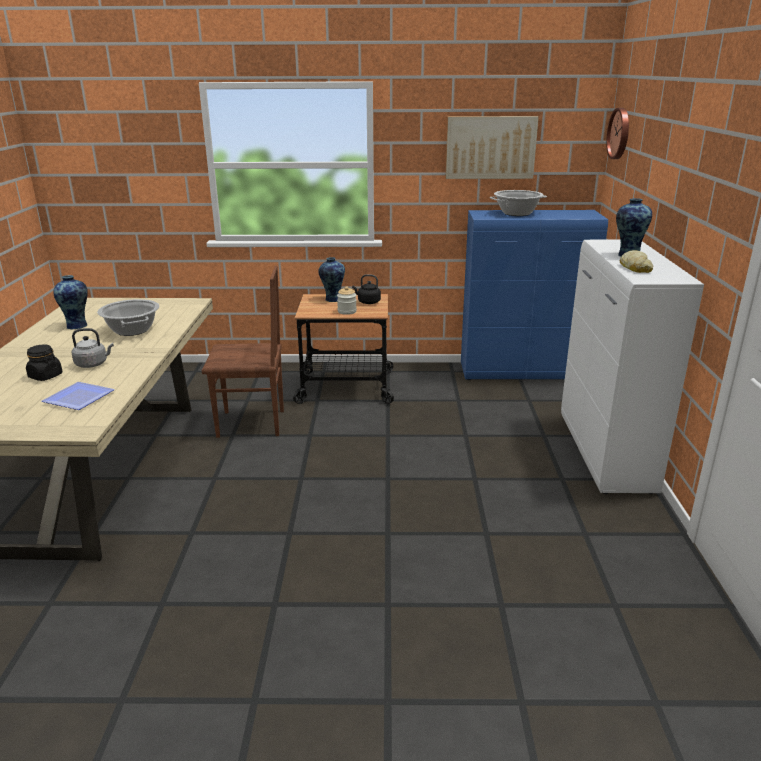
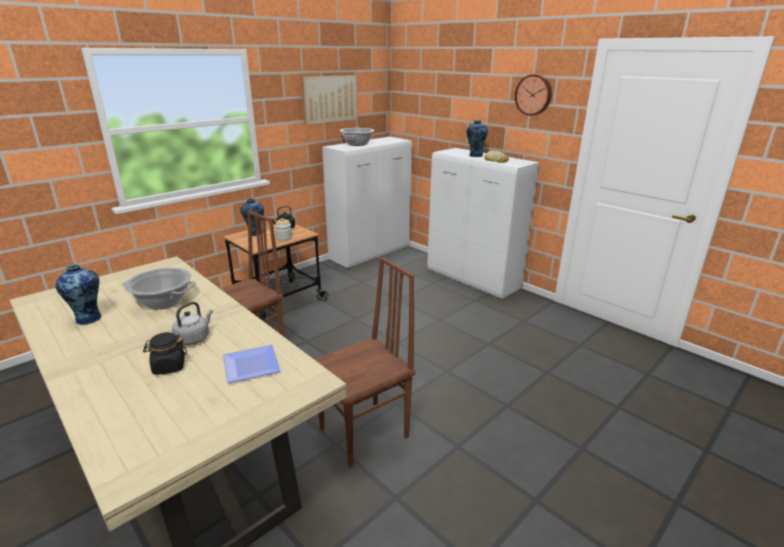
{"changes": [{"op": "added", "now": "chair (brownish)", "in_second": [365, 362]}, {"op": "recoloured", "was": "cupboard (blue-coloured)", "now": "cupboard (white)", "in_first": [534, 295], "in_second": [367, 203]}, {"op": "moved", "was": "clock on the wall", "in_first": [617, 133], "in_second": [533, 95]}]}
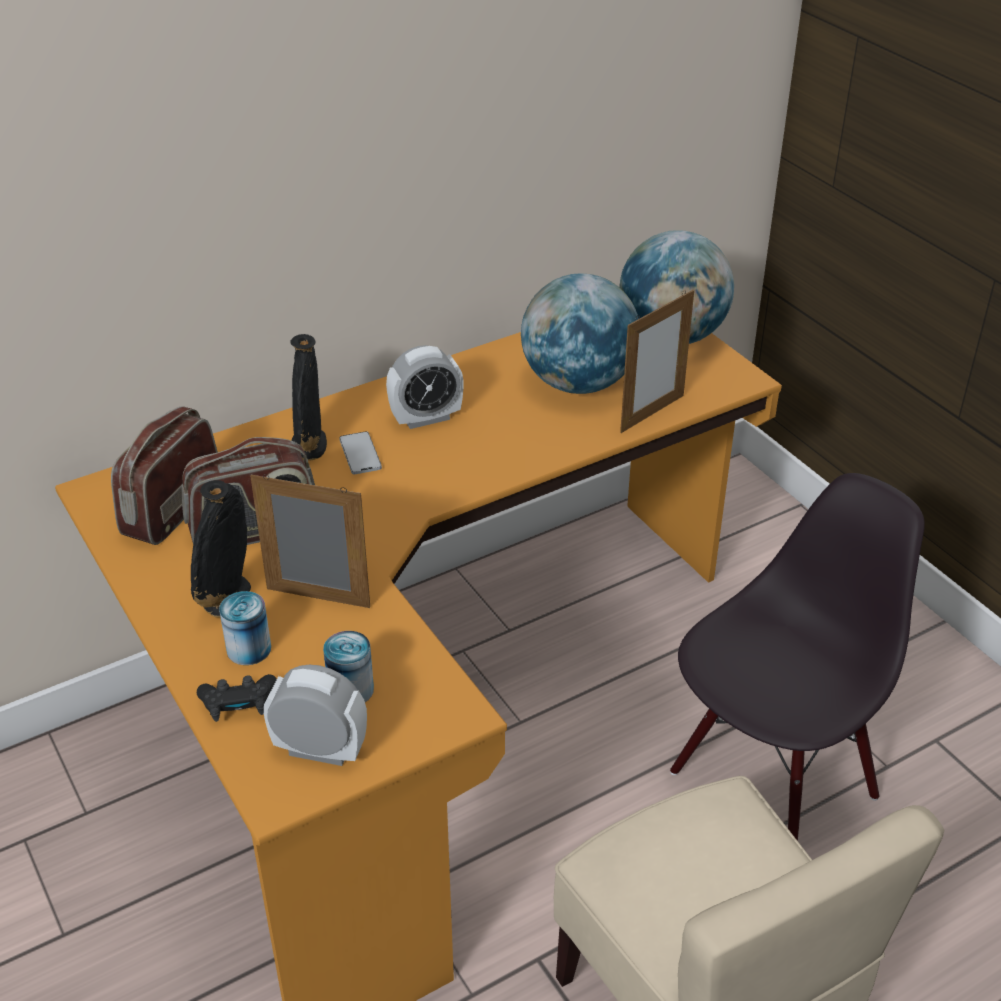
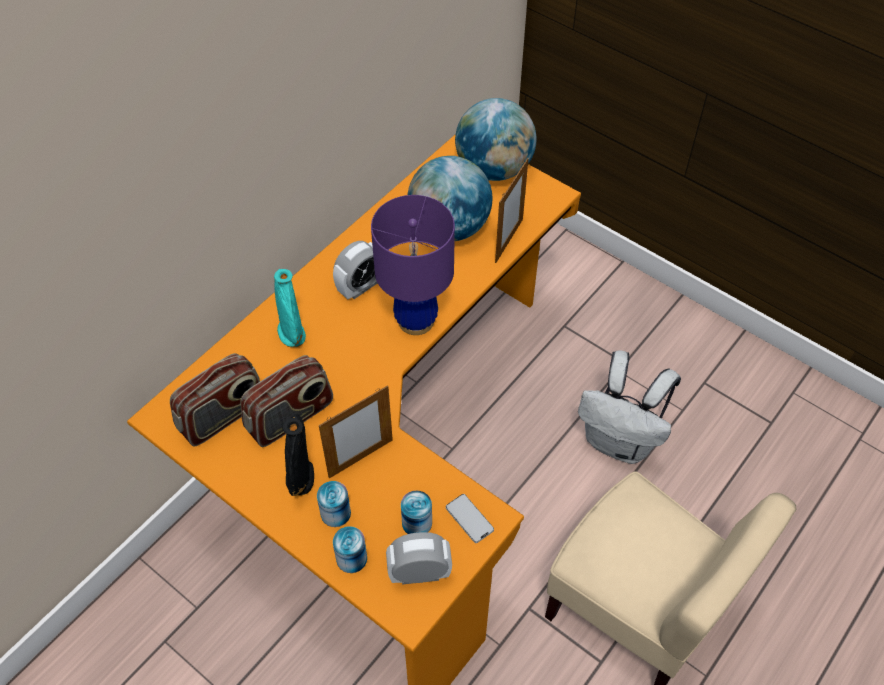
{"changes": [{"op": "turned", "was": "radio receiver", "in_first": [164, 475], "in_second": [215, 400], "clockwise": -135}, {"op": "recoloured", "was": "flower vase (black)", "now": "flower vase (turquoise-coloured)", "in_first": [309, 397], "in_second": [290, 308]}, {"op": "turned", "was": "picture frame", "in_first": [310, 541], "in_second": [356, 432], "clockwise": 150}, {"op": "replaced", "was": "joypad (black)", "now": "sealed can", "in_first": [237, 698], "in_second": [350, 549]}, {"op": "added", "now": "lamp for a table (purple)", "in_second": [413, 265]}, {"op": "moved", "was": "telephone", "in_first": [360, 452], "in_second": [470, 518]}, {"op": "replaced", "was": "chair (black)", "now": "backpack (white)", "in_first": [797, 657], "in_second": [629, 407]}]}
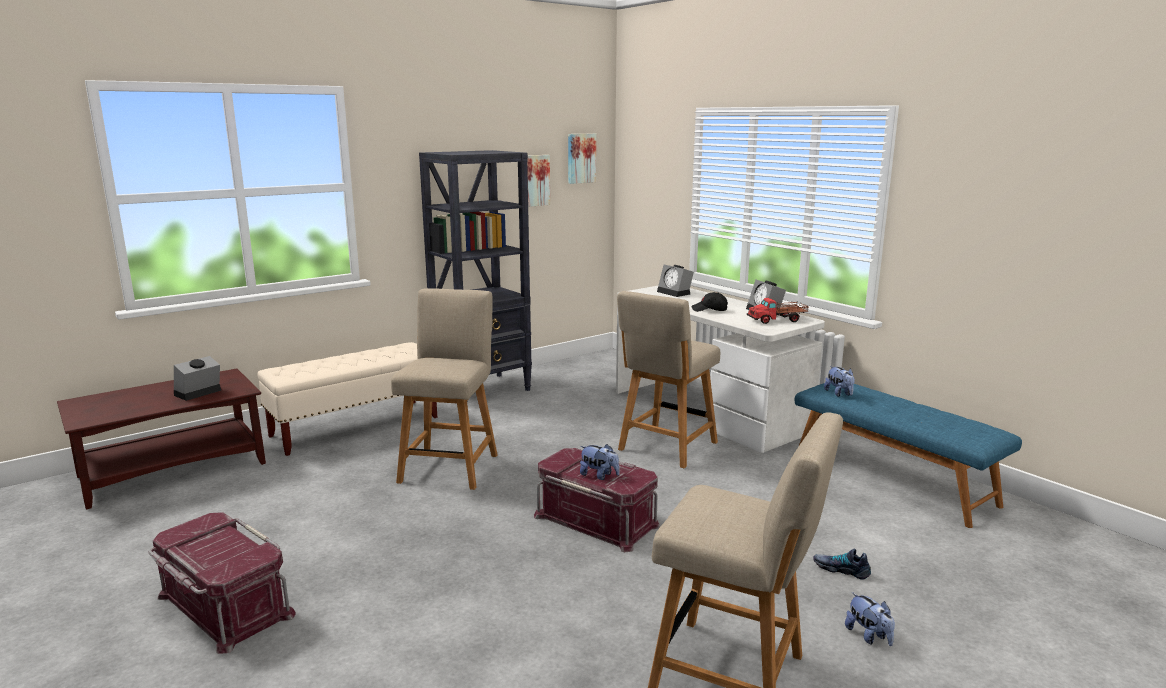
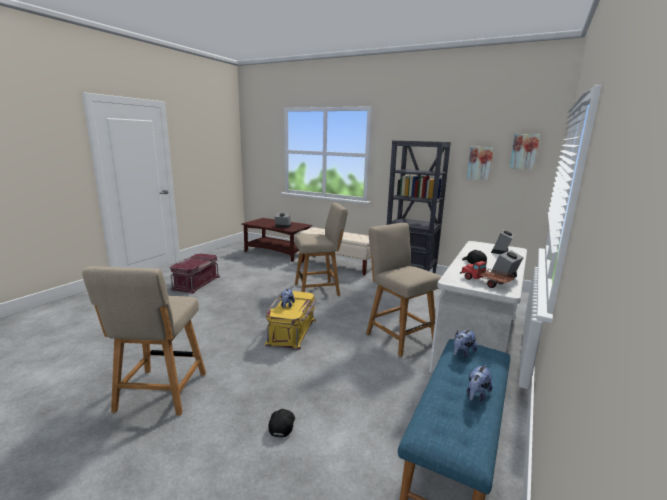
{"changes": [{"op": "recoloured", "was": "storage container (red-coloured)", "now": "storage container (yellow-coloured)", "in_first": [597, 500], "in_second": [290, 321]}, {"op": "replaced", "was": "shoe", "now": "cap (black)", "in_first": [842, 564], "in_second": [281, 423]}, {"op": "turned", "was": "chair (beige-coloured)", "in_first": [668, 379], "in_second": [403, 290], "clockwise": 45}, {"op": "moved", "was": "soft toy", "in_first": [870, 619], "in_second": [479, 383]}]}
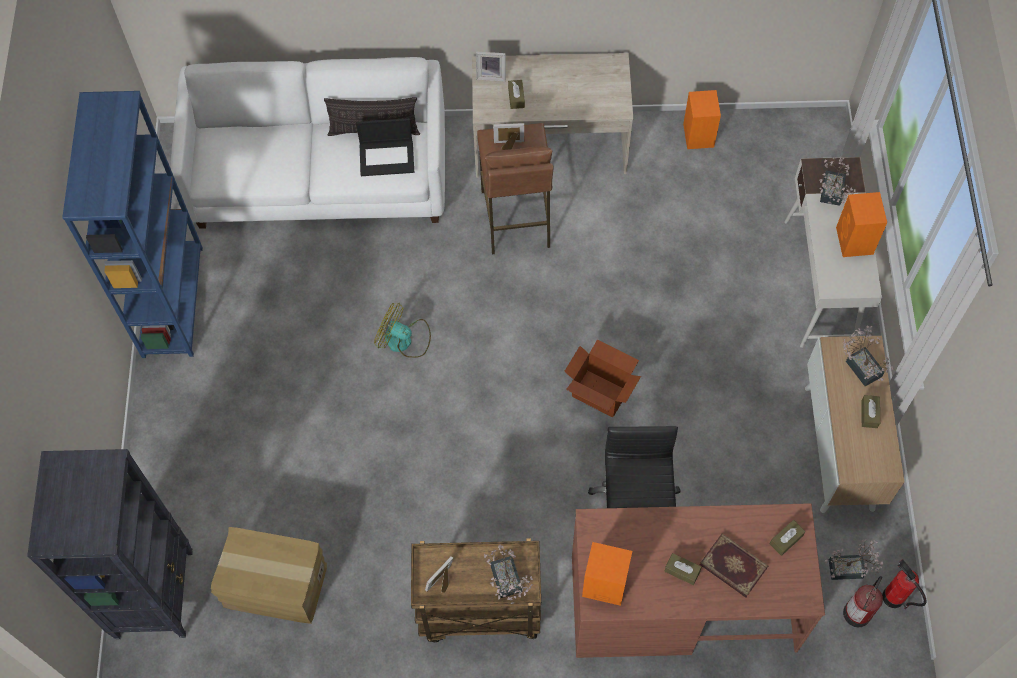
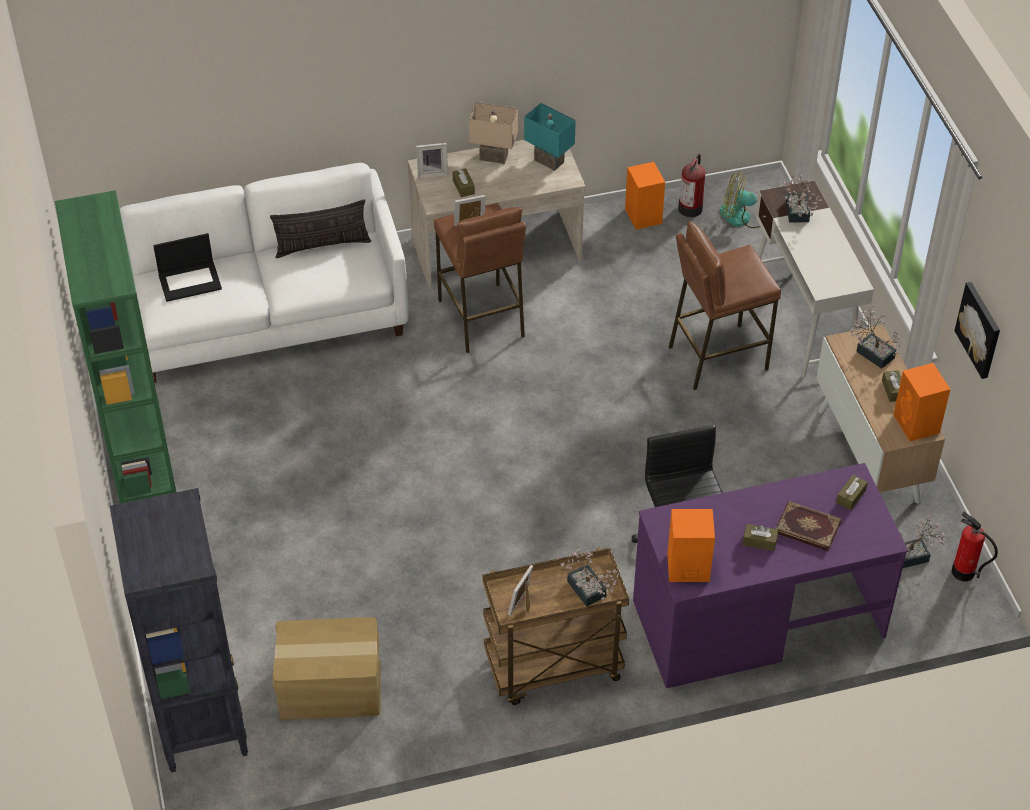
{"changes": [{"op": "recoloured", "was": "shelving unit (blue-coloured)", "now": "shelving unit (greenish)", "in_first": [132, 224], "in_second": [115, 347]}, {"op": "moved", "was": "laptop", "in_first": [385, 147], "in_second": [187, 267]}, {"op": "added", "now": "lamp for a table (beige-coloured)", "in_second": [493, 133]}, {"op": "added", "now": "lamp for a table (turquoise-coloured)", "in_second": [550, 137]}, {"op": "recoloured", "was": "desk unit (brownish)", "now": "desk unit (purple)", "in_first": [698, 580], "in_second": [770, 575]}, {"op": "added", "now": "sitting stool (brownish)", "in_second": [725, 305]}, {"op": "moved", "was": "fire extinguisher", "in_first": [863, 601], "in_second": [691, 185]}, {"op": "moved", "was": "cooling fan", "in_first": [402, 330], "in_second": [740, 200]}, {"op": "moved", "was": "audio speaker (orange)", "in_first": [861, 224], "in_second": [922, 402]}, {"op": "added", "now": "picture", "in_second": [977, 330]}, {"op": "removed", "was": "carton", "in_first": [602, 378]}]}
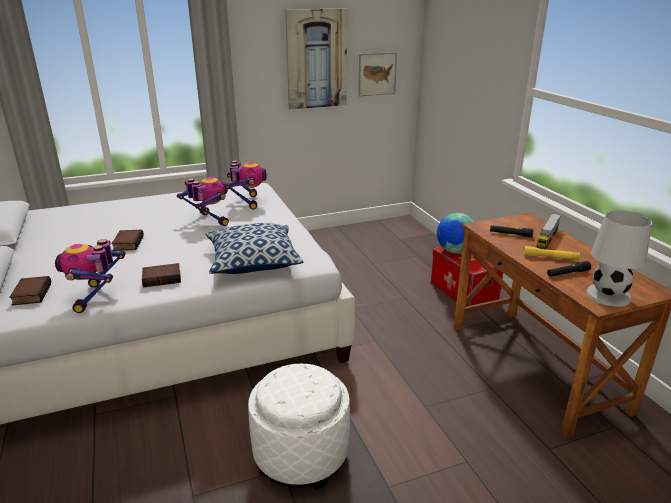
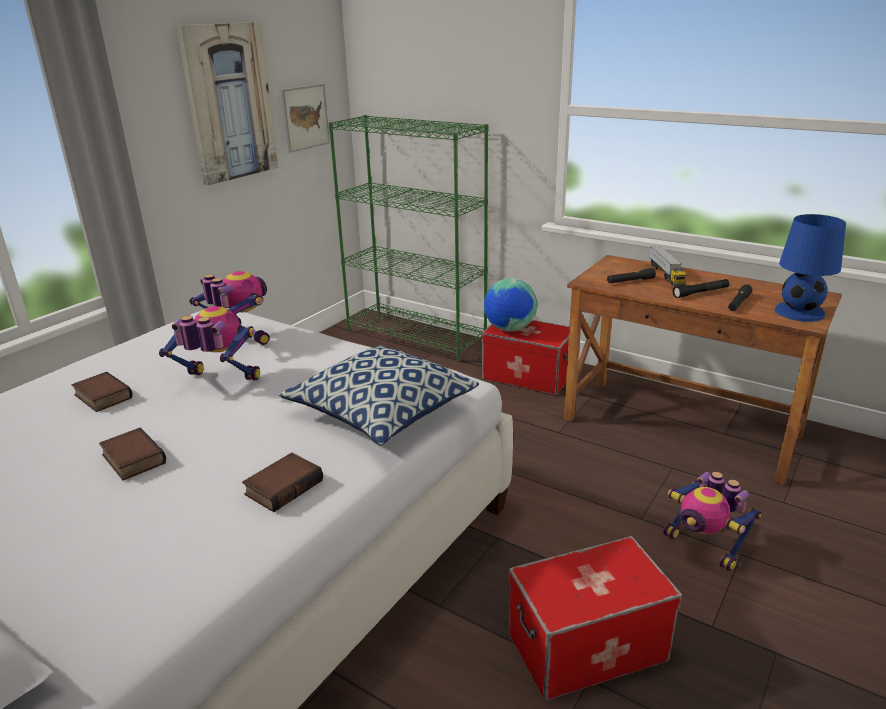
{"changes": [{"op": "moved", "was": "volume", "in_first": [30, 290], "in_second": [102, 392]}, {"op": "added", "now": "shelving unit (greenish)", "in_second": [408, 238]}, {"op": "replaced", "was": "footrest (white)", "now": "storage container", "in_first": [299, 426], "in_second": [595, 618]}, {"op": "moved", "was": "model robot", "in_first": [90, 276], "in_second": [712, 521]}, {"op": "recoloured", "was": "flashlight (yellow-coloured)", "now": "flashlight (black)", "in_first": [552, 253], "in_second": [701, 288]}, {"op": "recoloured", "was": "lamp for a table (white)", "now": "lamp for a table (blue-coloured)", "in_first": [619, 258], "in_second": [810, 268]}]}
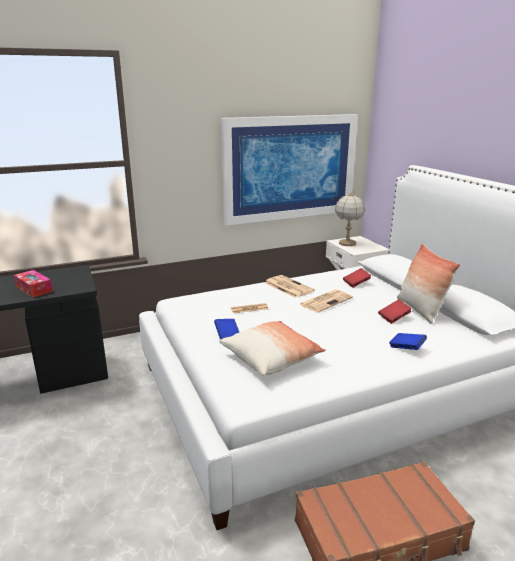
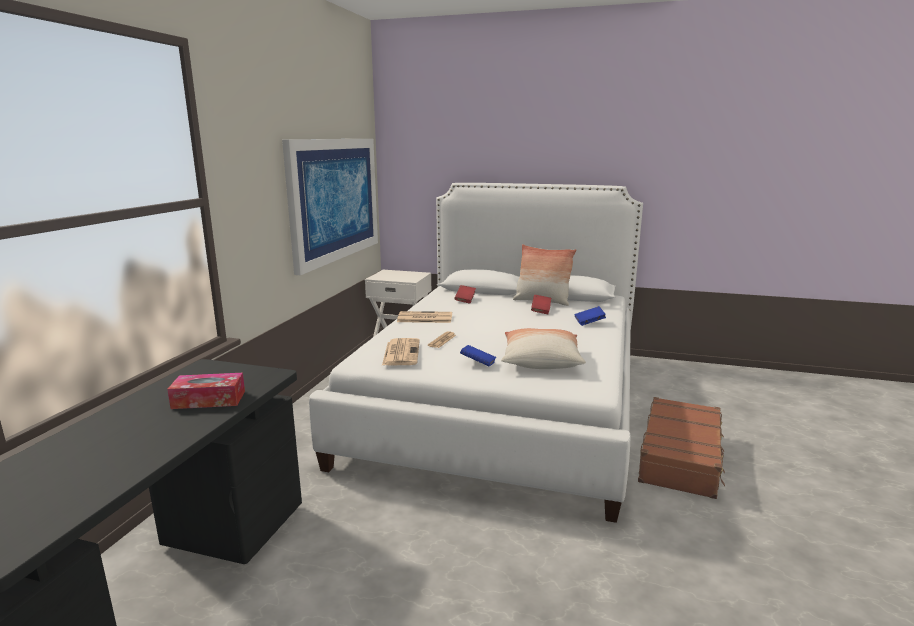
{"changes": [{"op": "moved", "was": "printed paper", "in_first": [326, 301], "in_second": [401, 351]}, {"op": "removed", "was": "lamp for a table", "in_first": [350, 219]}]}
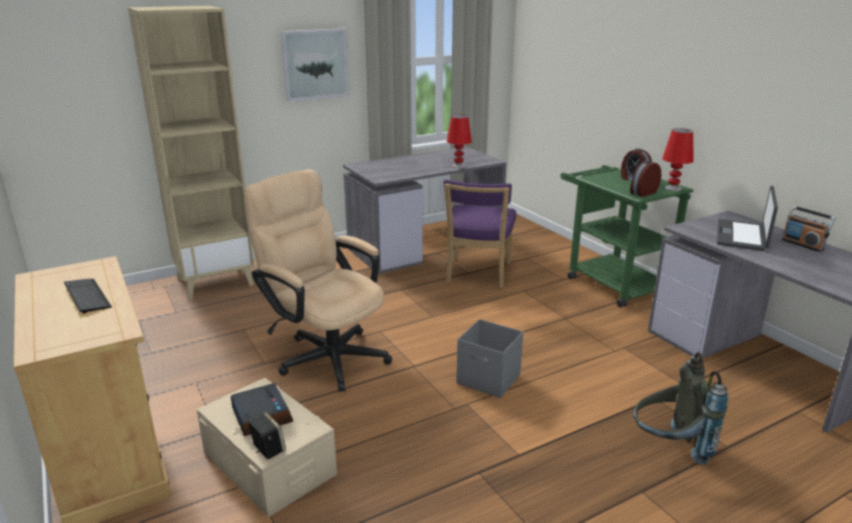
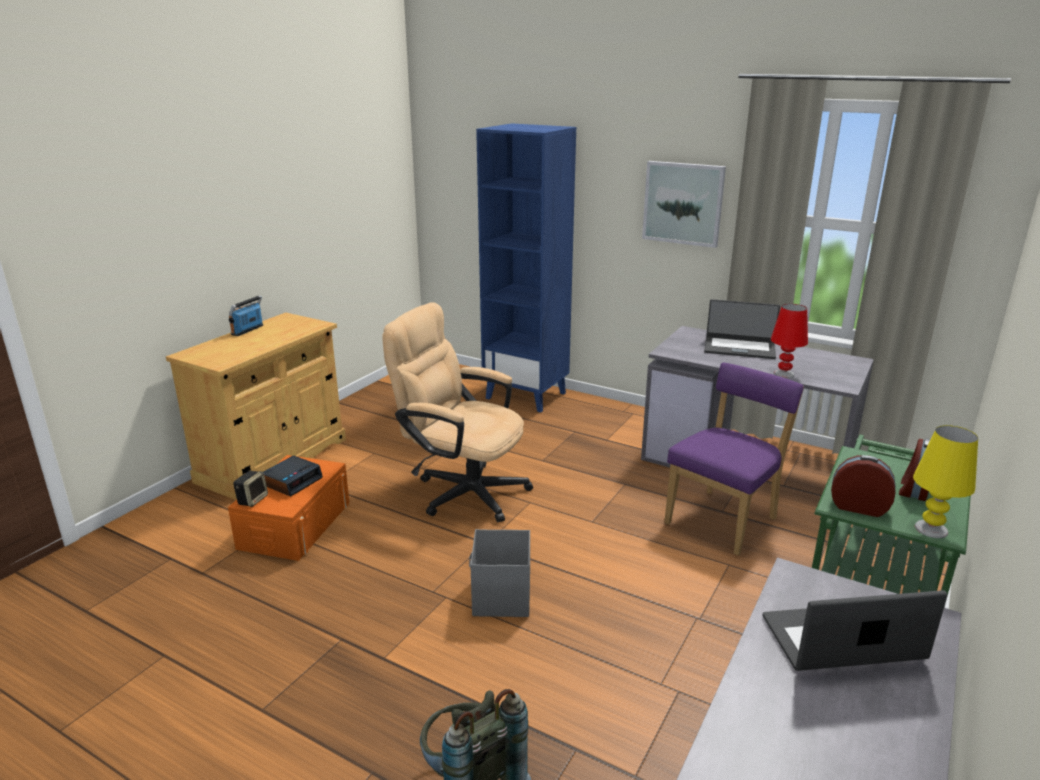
{"changes": [{"op": "recoloured", "was": "storage container (beige-coloured)", "now": "storage container (orange)", "in_first": [267, 447], "in_second": [289, 508]}, {"op": "moved", "was": "radio receiver", "in_first": [809, 229], "in_second": [246, 315]}, {"op": "turned", "was": "desk chair (beige-coloured)", "in_first": [318, 280], "in_second": [457, 412], "clockwise": -75}, {"op": "recoloured", "was": "shelving unit (beige-coloured)", "now": "shelving unit (blue-coloured)", "in_first": [191, 153], "in_second": [526, 267]}, {"op": "turned", "was": "chair (purple)", "in_first": [480, 233], "in_second": [734, 459], "clockwise": 150}, {"op": "added", "now": "laptop", "in_second": [742, 329]}, {"op": "recoloured", "was": "lamp for a table (red-coloured)", "now": "lamp for a table (yellow-coloured)", "in_first": [677, 159], "in_second": [945, 481]}, {"op": "removed", "was": "computer keyboard", "in_first": [88, 296]}]}
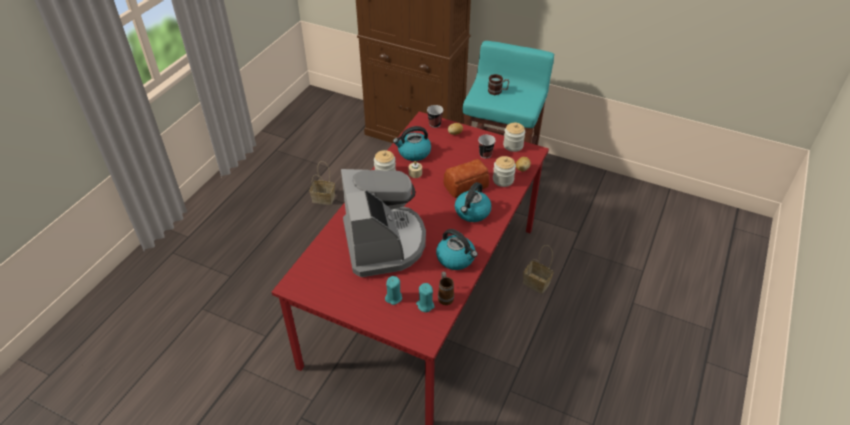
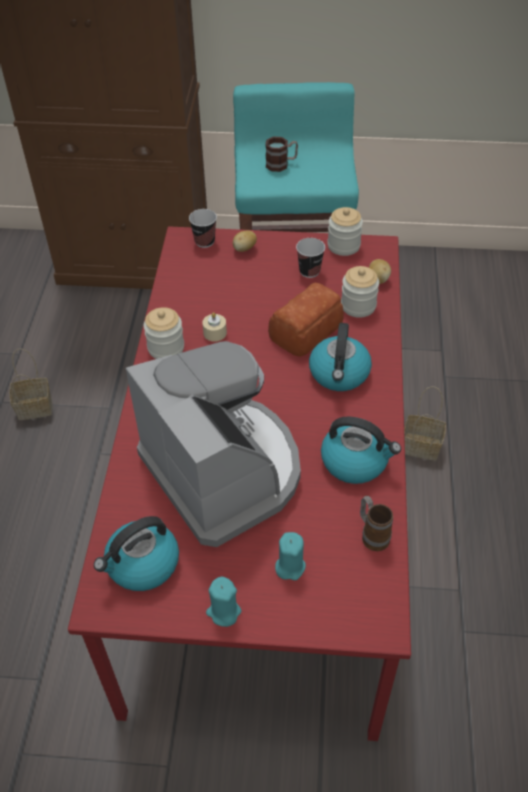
{"changes": [{"op": "moved", "was": "kettle", "in_first": [412, 143], "in_second": [136, 553]}, {"op": "moved", "was": "wax light (turquoise-coloured)", "in_first": [425, 297], "in_second": [224, 601]}]}
